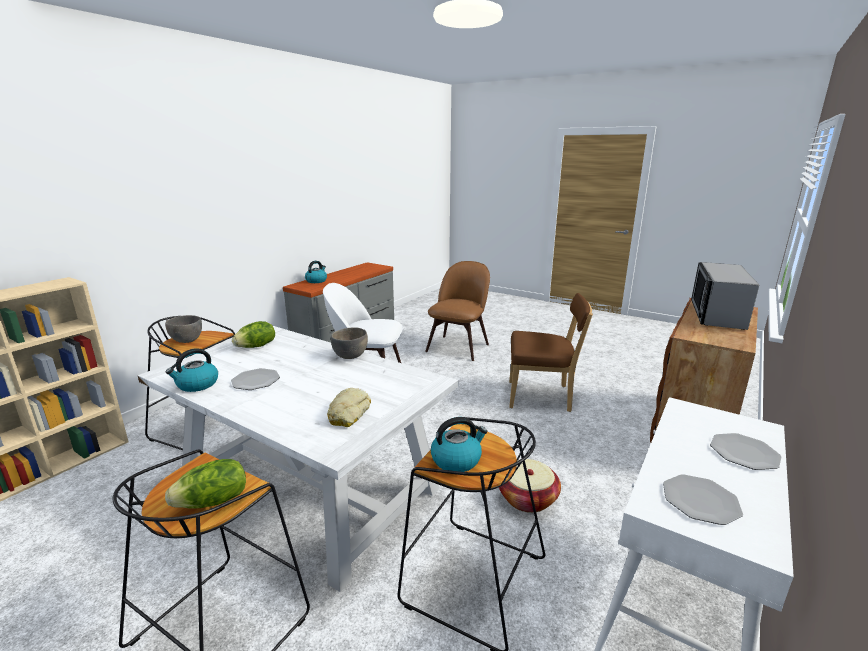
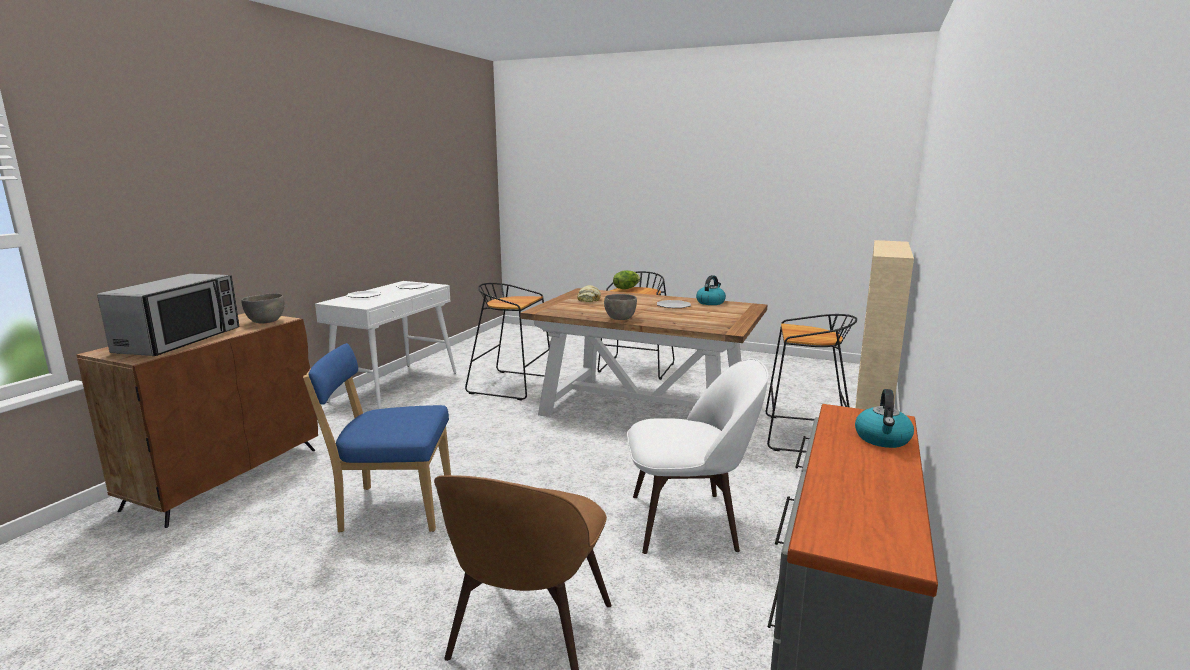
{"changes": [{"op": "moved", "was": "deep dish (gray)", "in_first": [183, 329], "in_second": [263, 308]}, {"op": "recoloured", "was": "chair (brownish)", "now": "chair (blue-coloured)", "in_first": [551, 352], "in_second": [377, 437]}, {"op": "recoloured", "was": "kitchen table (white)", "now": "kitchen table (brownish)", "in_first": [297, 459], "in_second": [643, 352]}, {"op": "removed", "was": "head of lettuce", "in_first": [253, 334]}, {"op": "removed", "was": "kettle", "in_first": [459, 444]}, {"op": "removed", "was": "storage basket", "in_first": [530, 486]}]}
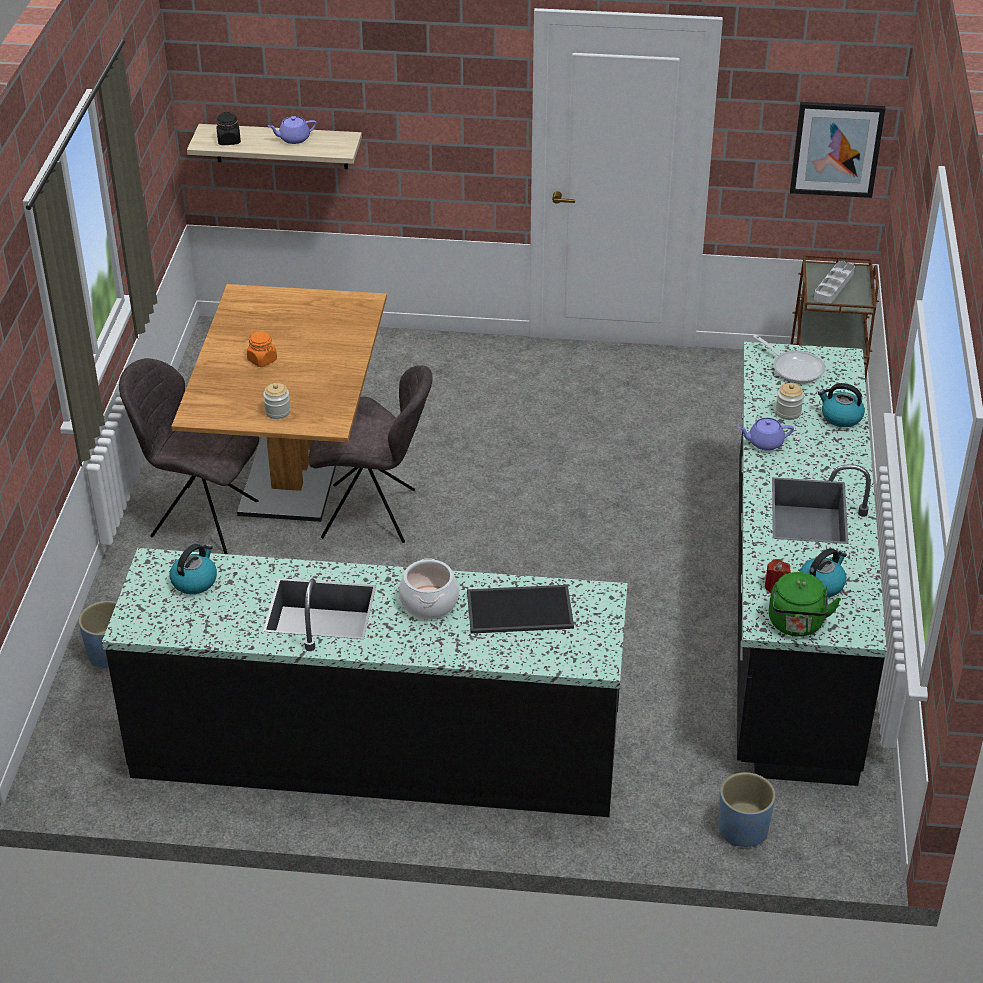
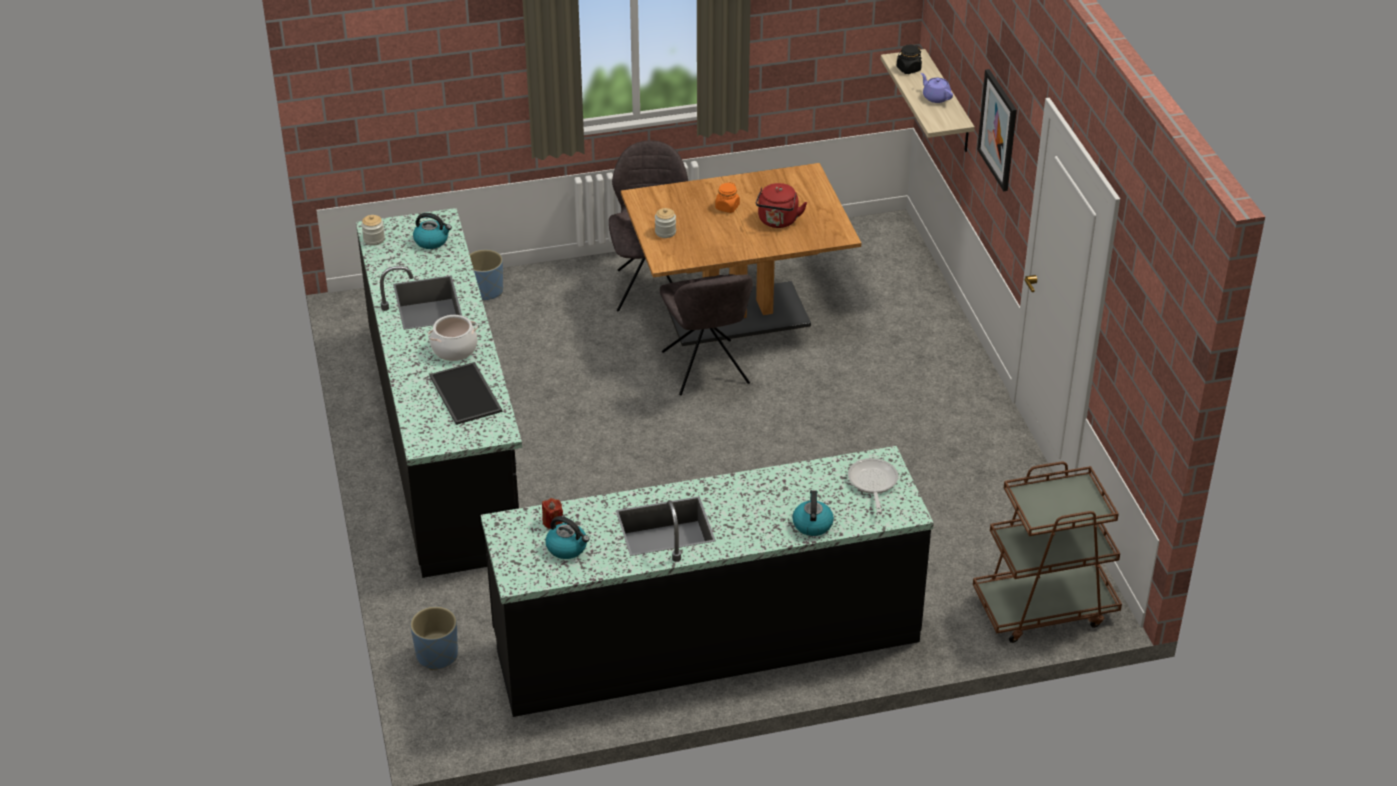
{"changes": [{"op": "moved", "was": "preserve jar", "in_first": [789, 401], "in_second": [373, 230]}, {"op": "added", "now": "kettle (red-coloured)", "in_second": [781, 205]}, {"op": "turned", "was": "pan", "in_first": [789, 359], "in_second": [873, 485], "clockwise": 150}, {"op": "moved", "was": "picture", "in_first": [837, 150], "in_second": [997, 130]}, {"op": "removed", "was": "pot for tea (purple)", "in_first": [766, 434]}, {"op": "removed", "was": "kettle (greenish)", "in_first": [805, 604]}, {"op": "removed", "was": "carrying tray (gray)", "in_first": [834, 282]}]}
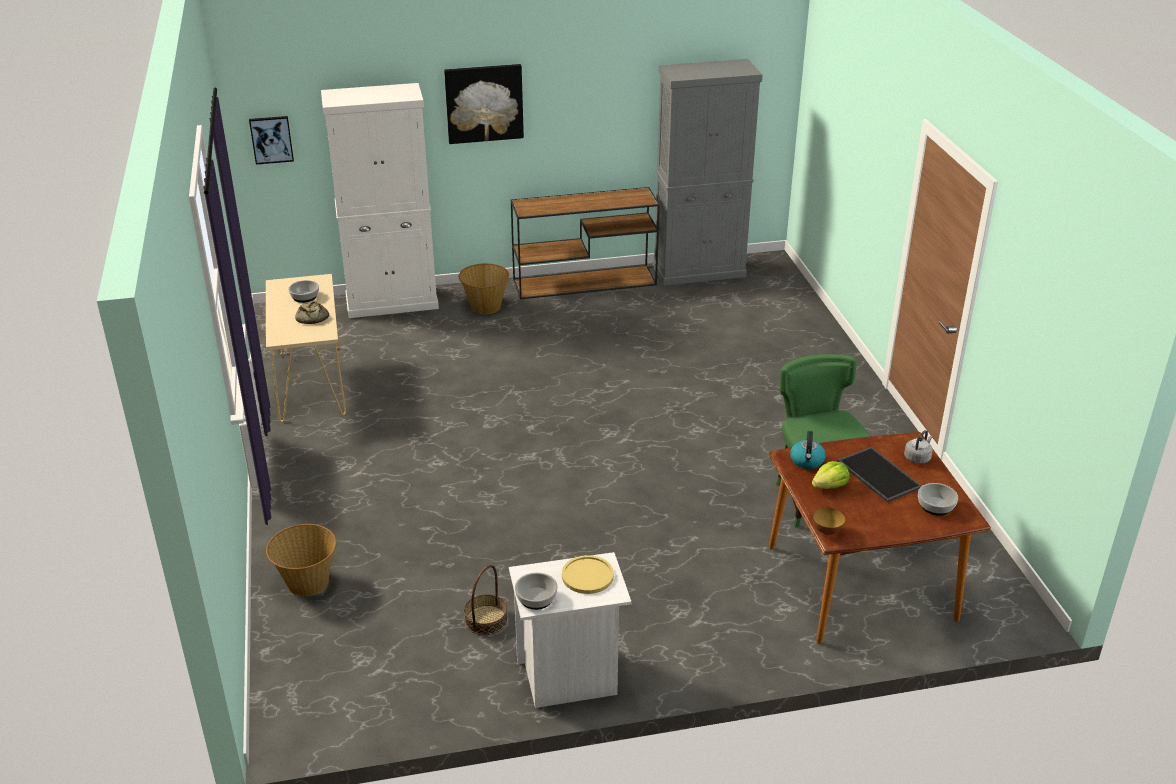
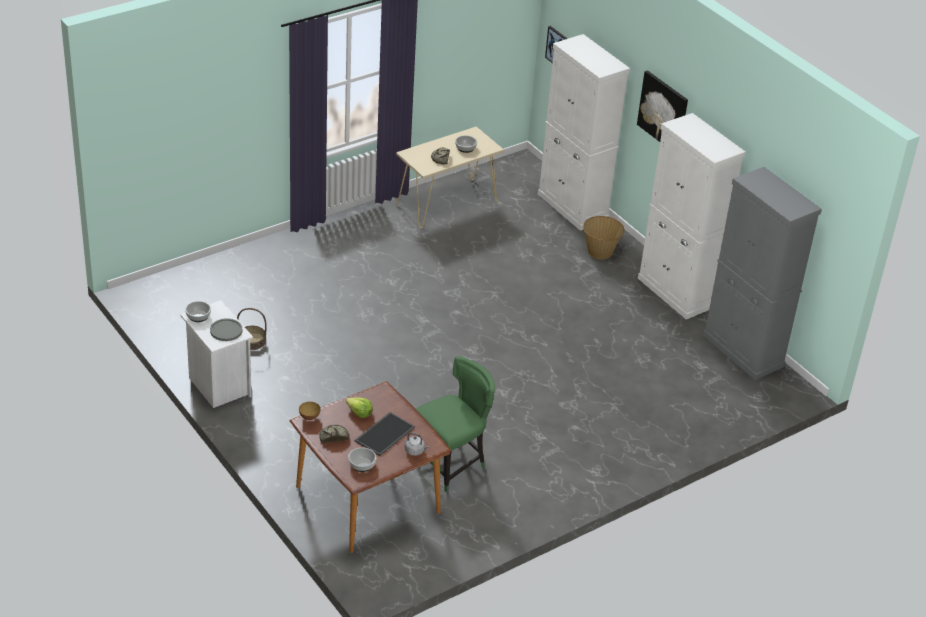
{"changes": [{"op": "recoloured", "was": "plate (yellow-coloured)", "now": "plate (gray)", "in_first": [588, 574], "in_second": [226, 329]}, {"op": "added", "now": "bakery bread", "in_second": [334, 434]}, {"op": "replaced", "was": "console table (brownish)", "now": "cupboard (white)", "in_first": [585, 243], "in_second": [692, 216]}, {"op": "removed", "was": "storage basket", "in_first": [301, 560]}, {"op": "removed", "was": "kettle", "in_first": [808, 450]}]}
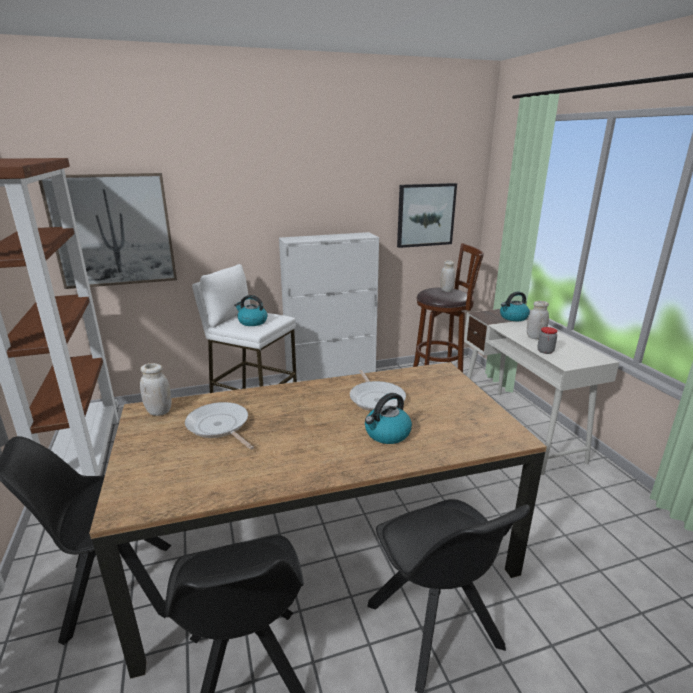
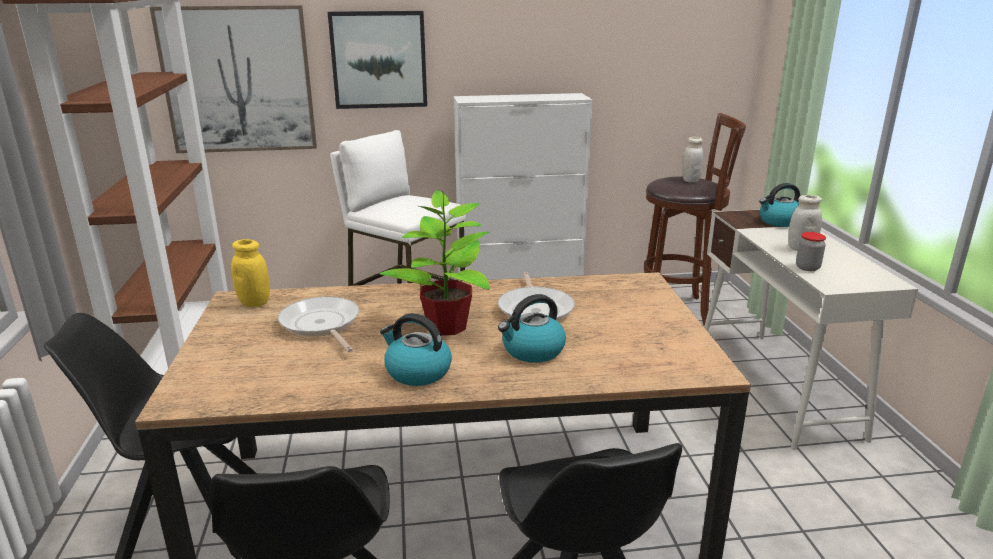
{"changes": [{"op": "recoloured", "was": "preserve jar (white)", "now": "preserve jar (yellow-coloured)", "in_first": [156, 389], "in_second": [250, 273]}, {"op": "moved", "was": "picture", "in_first": [427, 215], "in_second": [377, 60]}, {"op": "added", "now": "plant in a pot", "in_second": [434, 262]}, {"op": "moved", "was": "kettle", "in_first": [251, 310], "in_second": [416, 349]}]}
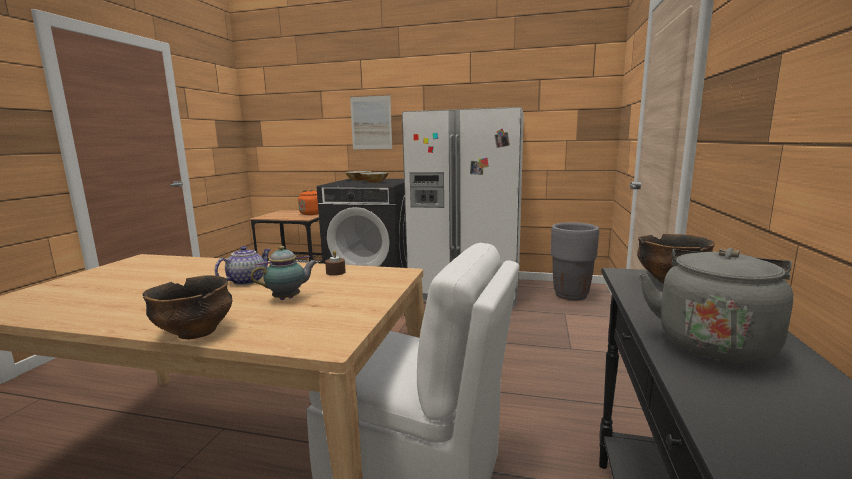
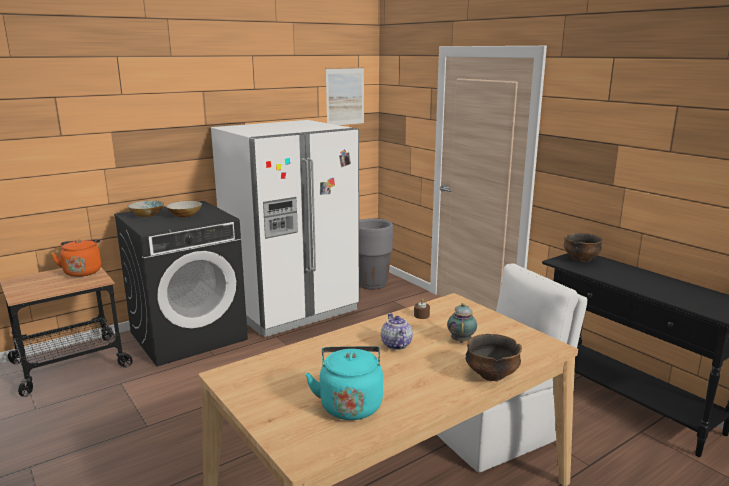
{"changes": [{"op": "added", "now": "kettle (turquoise-coloured)", "in_second": [344, 383]}, {"op": "moved", "was": "picture", "in_first": [371, 122], "in_second": [345, 96]}, {"op": "removed", "was": "kettle (gray)", "in_first": [716, 306]}]}
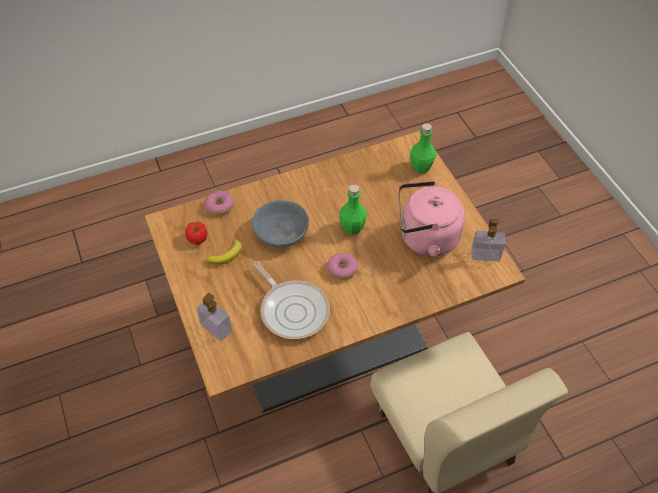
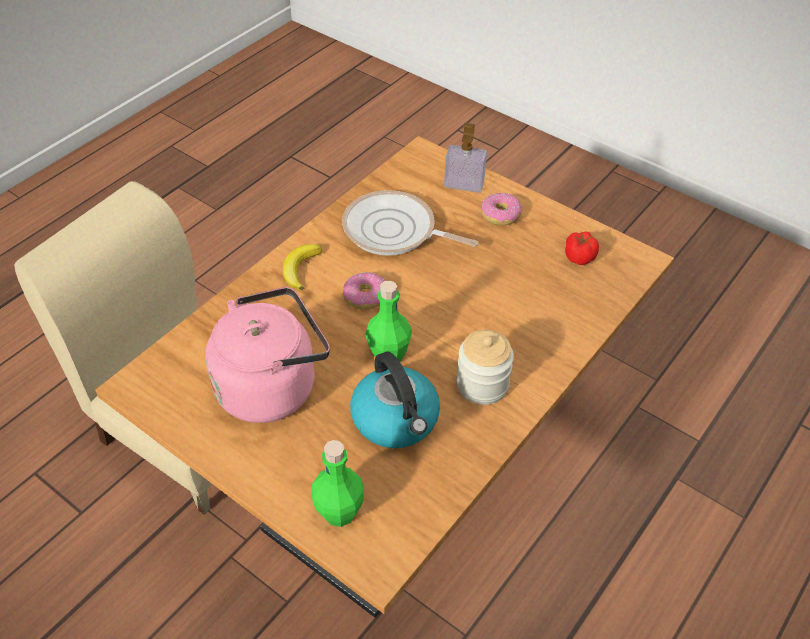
{"changes": [{"op": "moved", "was": "whole banana", "in_first": [224, 252], "in_second": [302, 267]}, {"op": "added", "now": "kettle", "in_second": [395, 399]}, {"op": "added", "now": "preserve jar", "in_second": [485, 367]}, {"op": "moved", "was": "ring doughnut", "in_first": [219, 203], "in_second": [501, 209]}, {"op": "removed", "was": "deep dish (gray)", "in_first": [280, 224]}, {"op": "removed", "was": "liquid soap bottle", "in_first": [488, 240]}]}
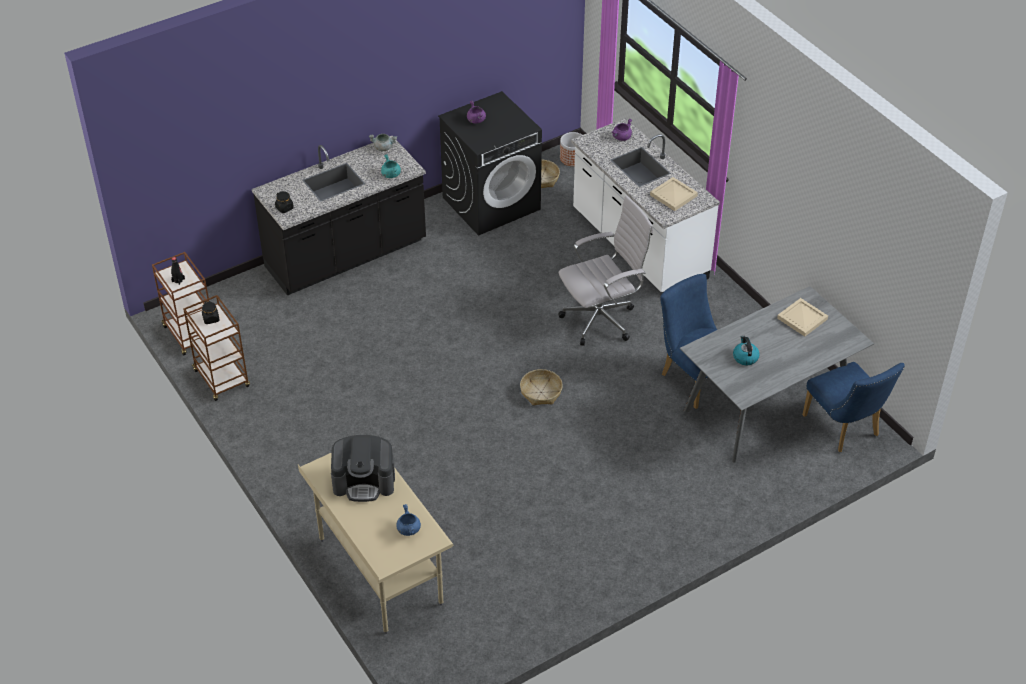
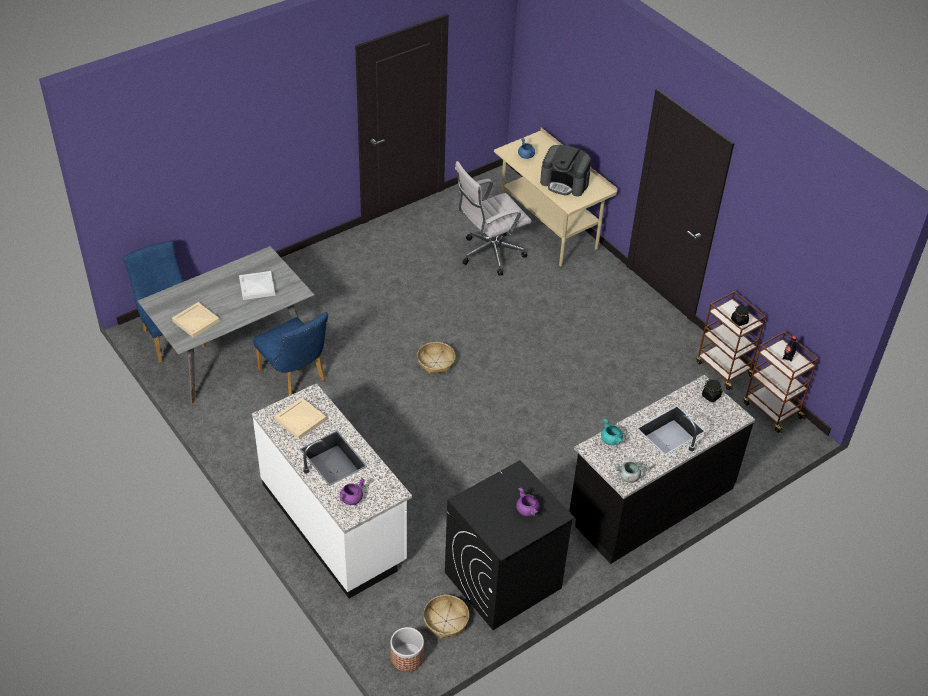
{"changes": [{"op": "replaced", "was": "kettle", "now": "carrying tray (white)", "in_first": [746, 350], "in_second": [257, 285]}, {"op": "moved", "was": "desk chair (white)", "in_first": [605, 271], "in_second": [493, 218]}, {"op": "turned", "was": "coffee brewer", "in_first": [363, 468], "in_second": [565, 171], "clockwise": -150}]}
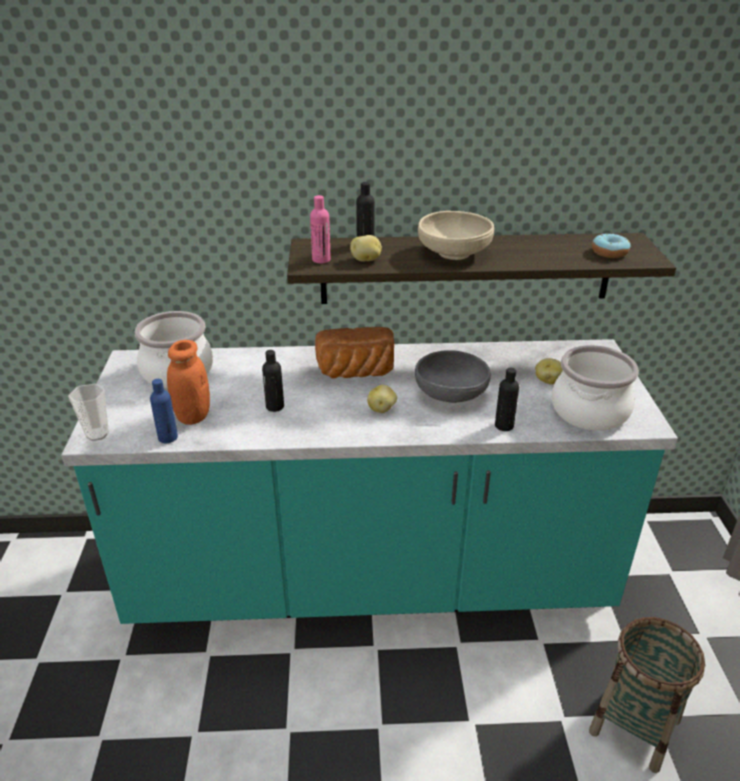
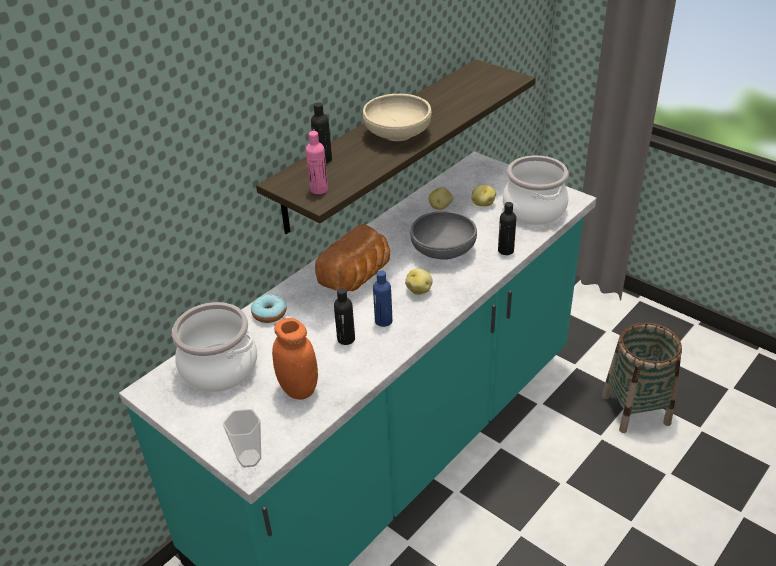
{"changes": [{"op": "moved", "was": "ring doughnut", "in_first": [611, 245], "in_second": [269, 308]}, {"op": "moved", "was": "beverage bottle (blue-coloured)", "in_first": [164, 411], "in_second": [382, 298]}, {"op": "moved", "was": "potato", "in_first": [366, 248], "in_second": [440, 198]}]}
